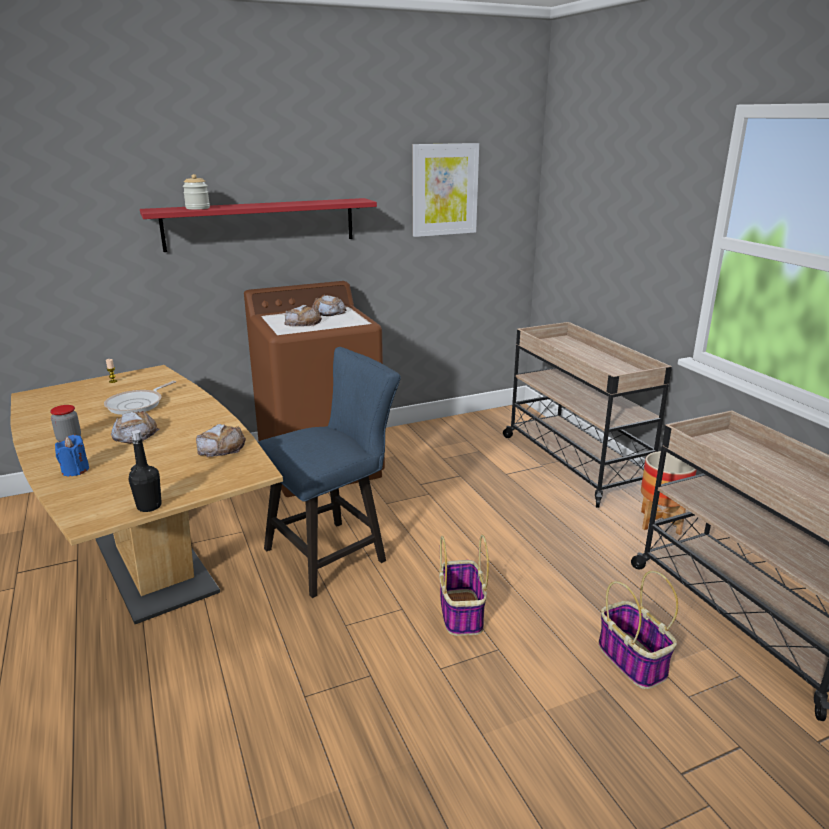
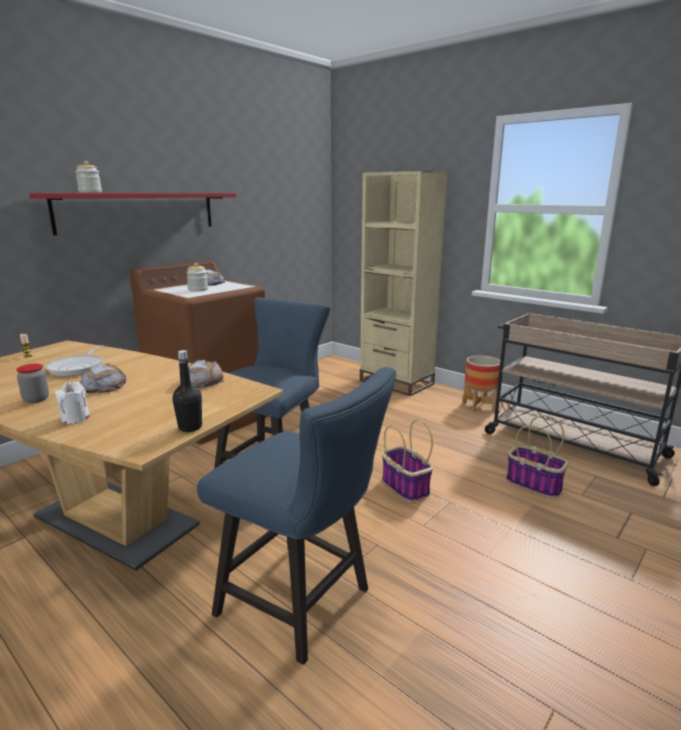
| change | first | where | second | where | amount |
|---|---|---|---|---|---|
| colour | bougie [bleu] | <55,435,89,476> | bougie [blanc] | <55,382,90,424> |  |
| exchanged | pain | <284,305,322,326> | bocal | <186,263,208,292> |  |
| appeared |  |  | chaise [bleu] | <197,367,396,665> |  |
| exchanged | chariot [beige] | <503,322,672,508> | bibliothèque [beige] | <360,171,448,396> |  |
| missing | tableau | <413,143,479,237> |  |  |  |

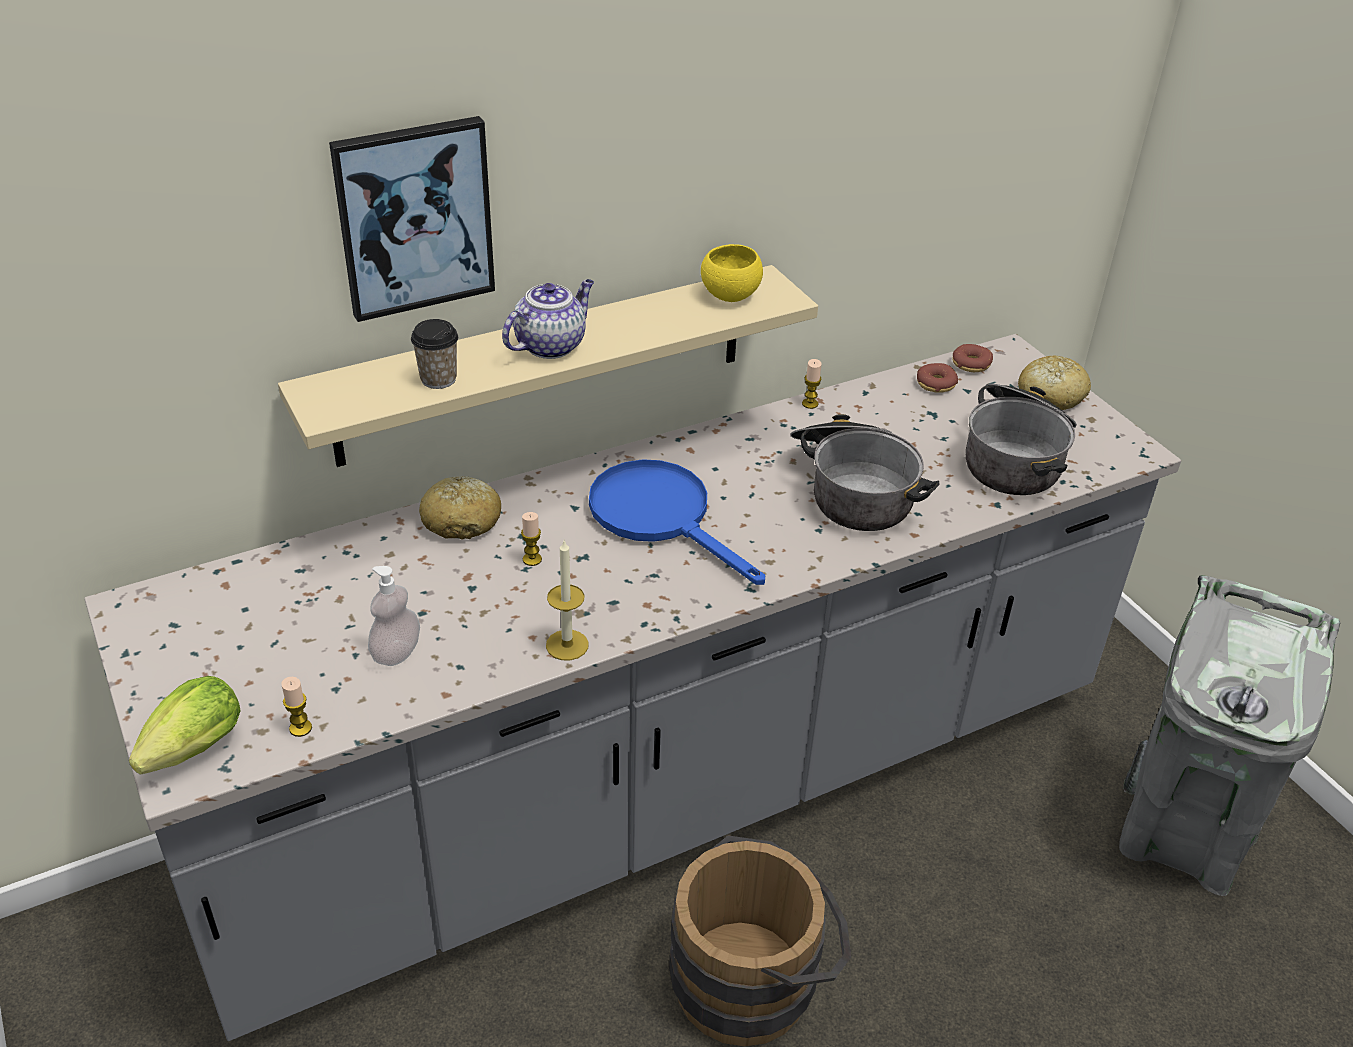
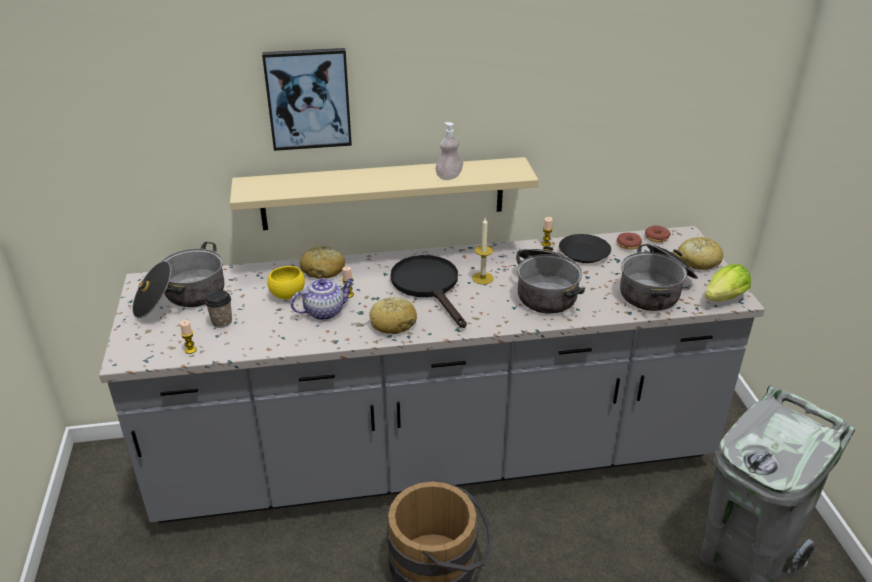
| change | first | where | second | where | amount |
|---|---|---|---|---|---|
| appeared |  |  | marmite | <132,242,224,318> |  |
| relocated | tasse | <411,319,458,389> |  | <205,290,232,328> |  |
| relocated | bol [jaune] | <701,244,763,302> |  | <267,266,305,300> |  |
| relocated | théière | <502,279,594,359> |  | <290,278,354,320> |  |
| appeared |  |  | pain | <369,297,417,334> |  |
| colour | poêle [bleu] | <589,459,765,585> | poêle [noir] | <390,255,467,328> |  |
| relocated | distributeur de savon | <368,566,420,666> |  | <435,122,463,180> |  |
| relocated | bougie | <546,539,589,660> |  | <472,218,494,285> |  |
| appeared |  |  | assiette [noir] | <559,234,611,263> |  |
| relocated | laitue | <129,676,241,775> |  | <705,264,751,301> |  |

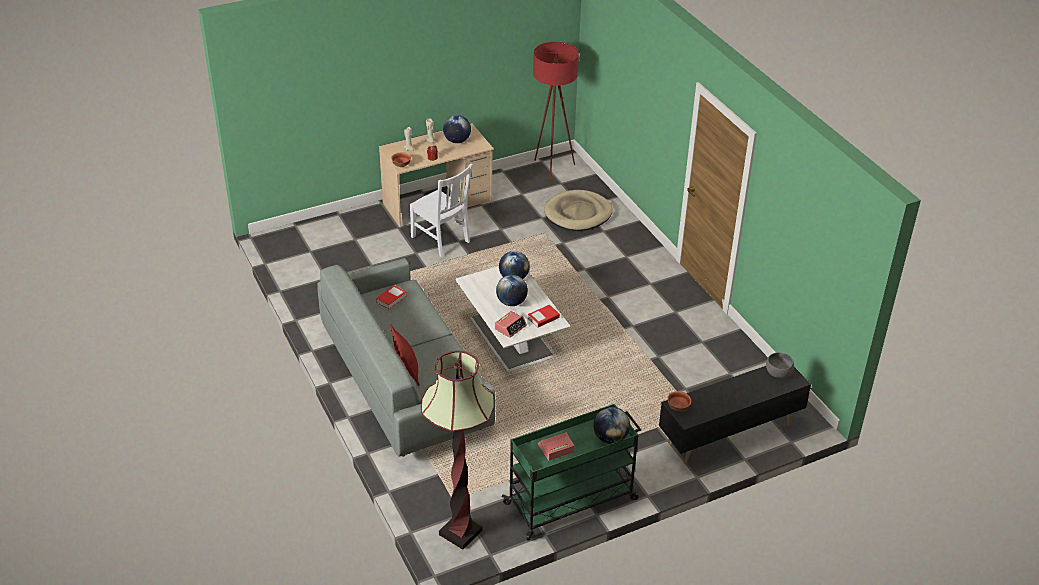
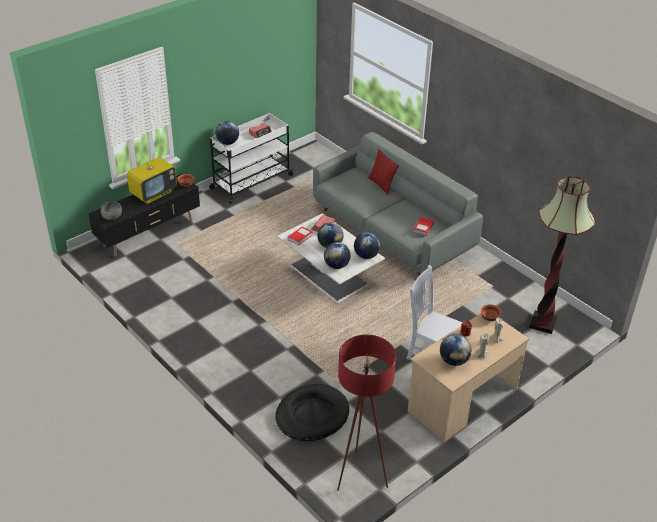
| change | first | where | second | where | amount |
|---|---|---|---|---|---|
| appeared |  |  | téléviseur | <127,149,177,204> |  |
| colour | chariot [vert] | <502,404,641,541> | chariot [blanc] | <209,113,294,204> |  |
| colour | panier pour chien [beige] | <544,190,613,231> | panier pour chien [noir] | <275,384,349,441> |  |
| appeared |  |  | globe | <354,233,380,259> |  |
| relocated | lampadaire | <421,350,494,550> |  | <529,176,595,334> |  |

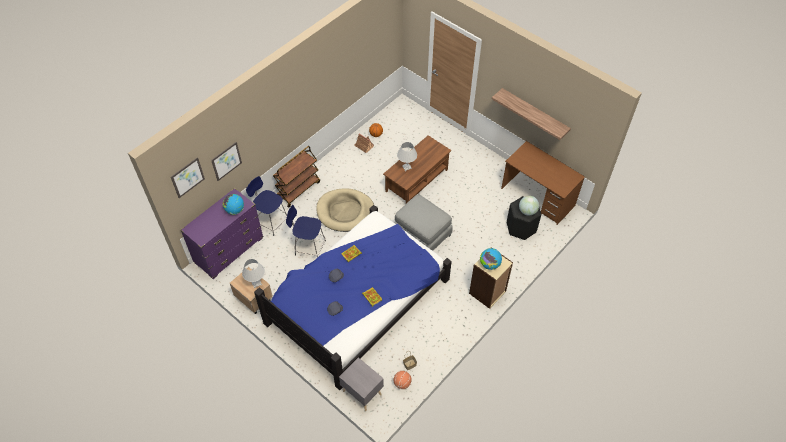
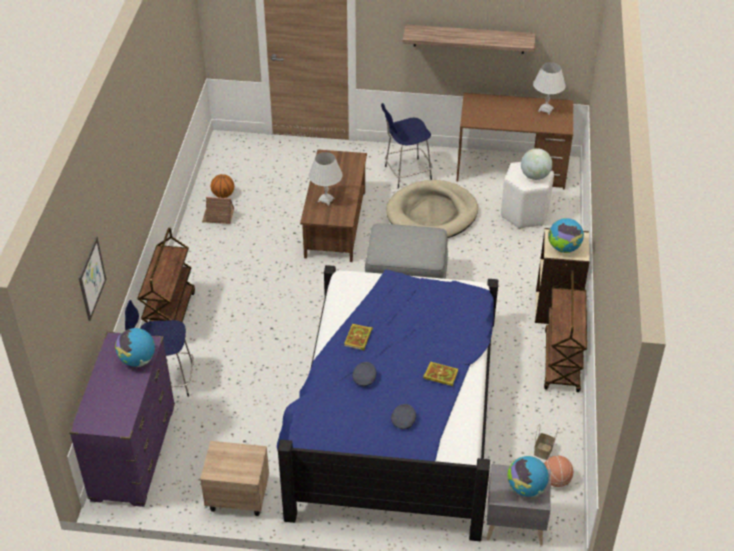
| change | first | where | second | where | amount |
|---|---|---|---|---|---|
| relocated | tabouret [bleu] | <286,205,326,258> |  | <381,103,433,188> |  |
| relocated | panier pour chien [beige] | <316,188,374,232> |  | <386,180,478,238> |  |
| colour | tabouret [noir] | <507,196,541,240> | tabouret [blanc] | <501,162,554,229> |  |
| appeared |  |  | globe | <507,456,549,497> |  |
| relocated | lampe de table [blanc] | <242,259,265,288> |  | <533,62,566,115> |  |
| appeared |  |  | chariot [marron] | <544,270,587,392> |  |
| missing | tableau | <171,157,205,198> |  |  |  |

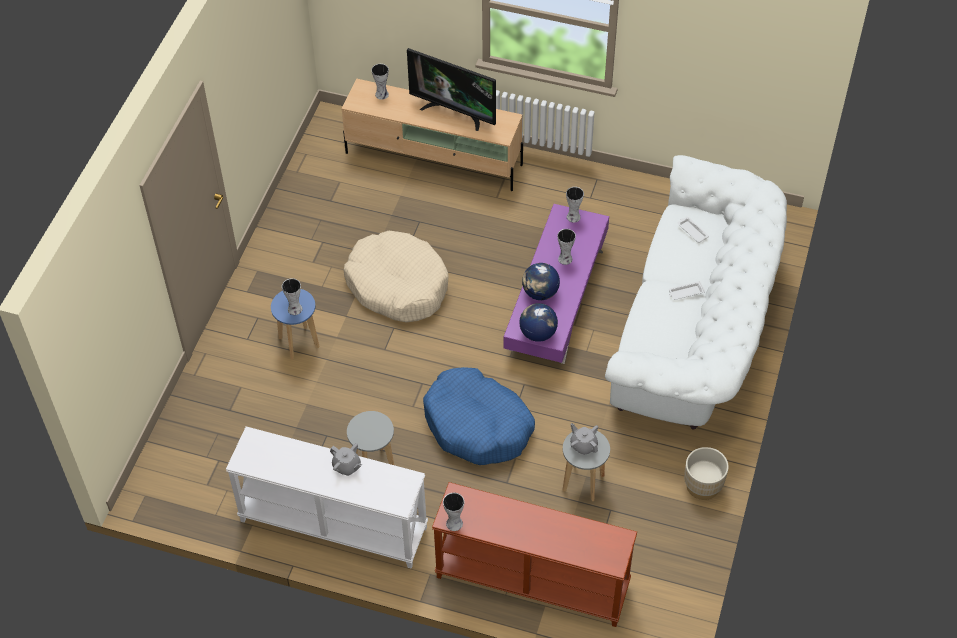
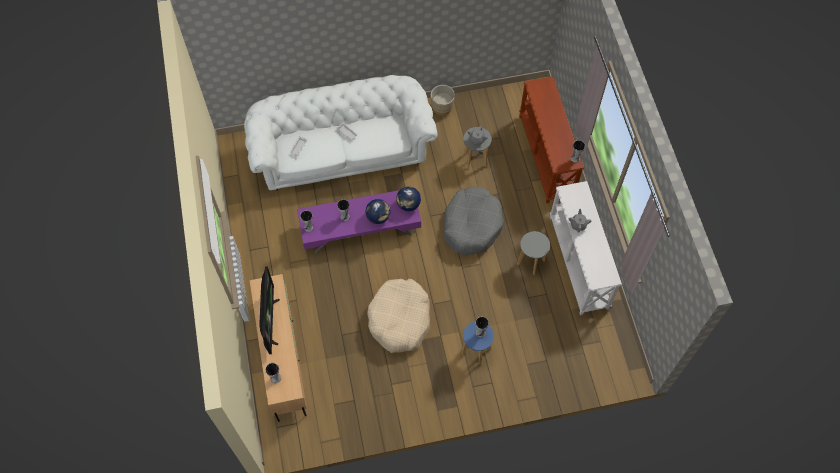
| change | first | where | second | where | amount |
|---|---|---|---|---|---|
| colour | panier pour chien [bleu] | <423,367,535,465> | panier pour chien [gris] | <443,186,504,255> |  |

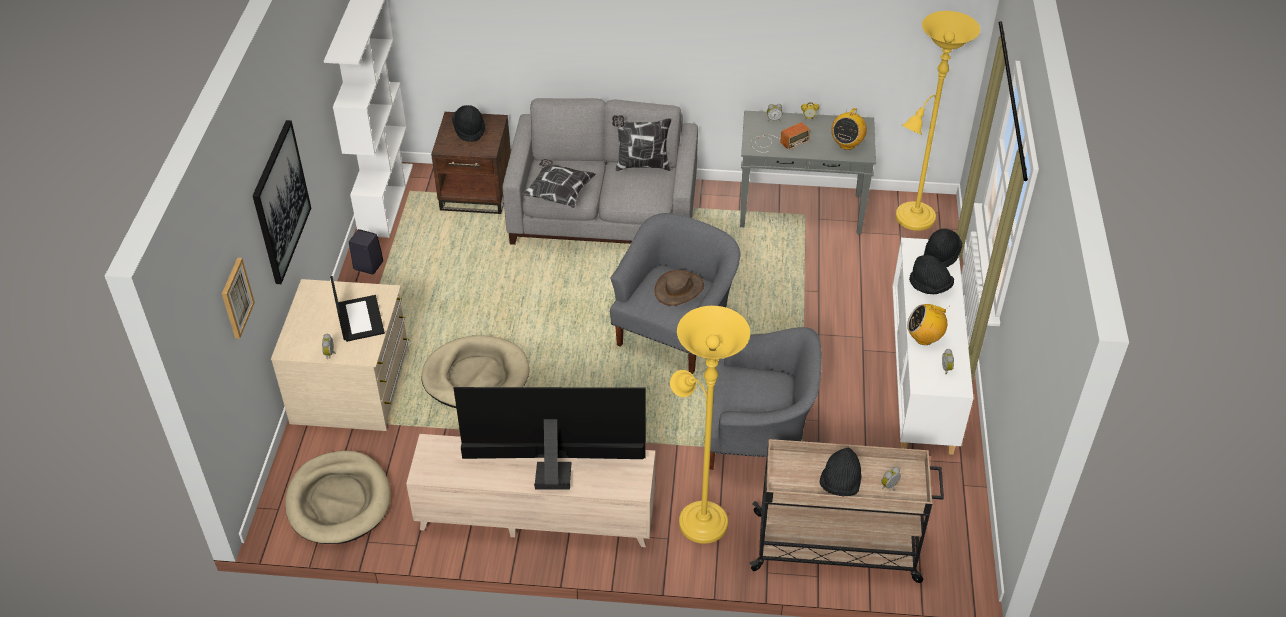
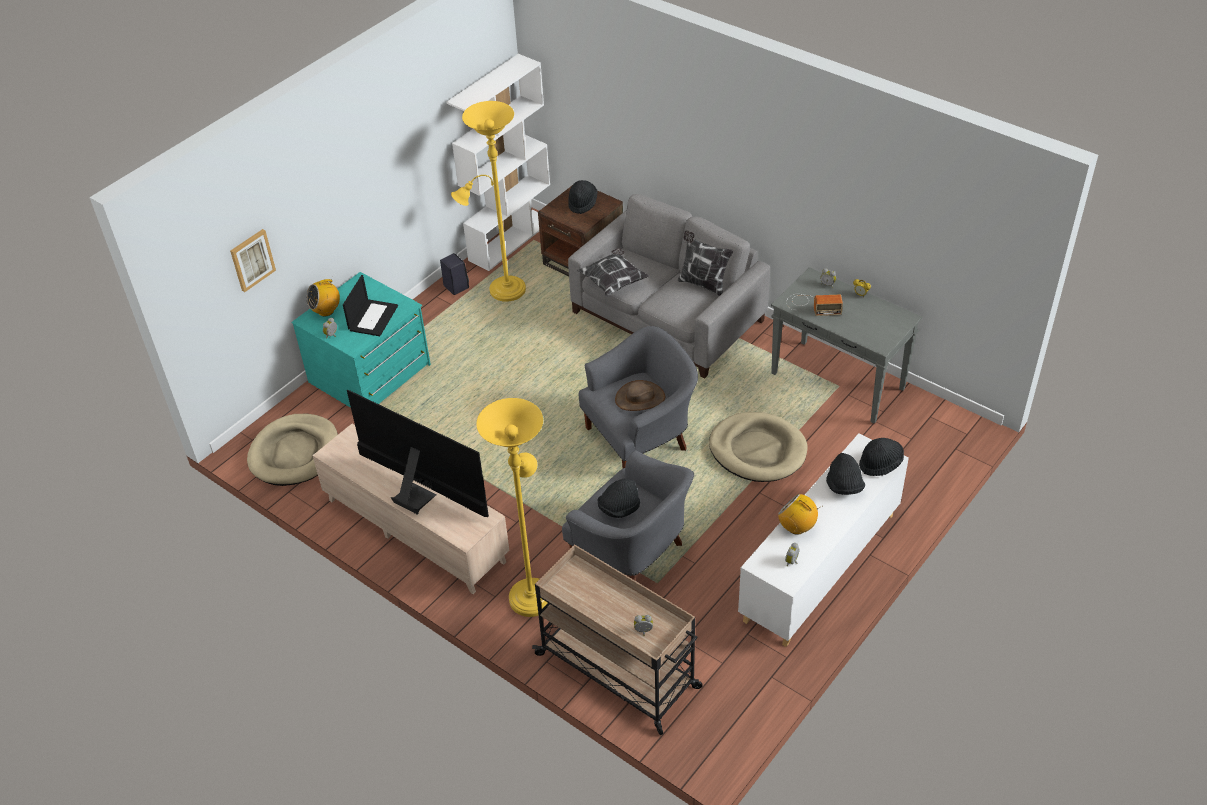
| change | first | where | second | where | amount |
|---|---|---|---|---|---|
| colour | commode [beige] | <271,279,409,431> | commode [turquoise] | <292,272,431,408> |  |
| relocated | radio | <831,108,867,150> |  | <307,277,340,317> |  |
| relocated | lampadaire [jaune] | <896,11,980,231> |  | <451,101,526,302> |  |
| relocated | chapeau [noir] | <820,447,862,497> |  | <598,479,640,518> |  |
| relocated | panier pour chien [beige] | <421,335,529,408> |  | <709,412,808,482> |  |
| missing | tableau | <252,120,311,284> |  |  |  |

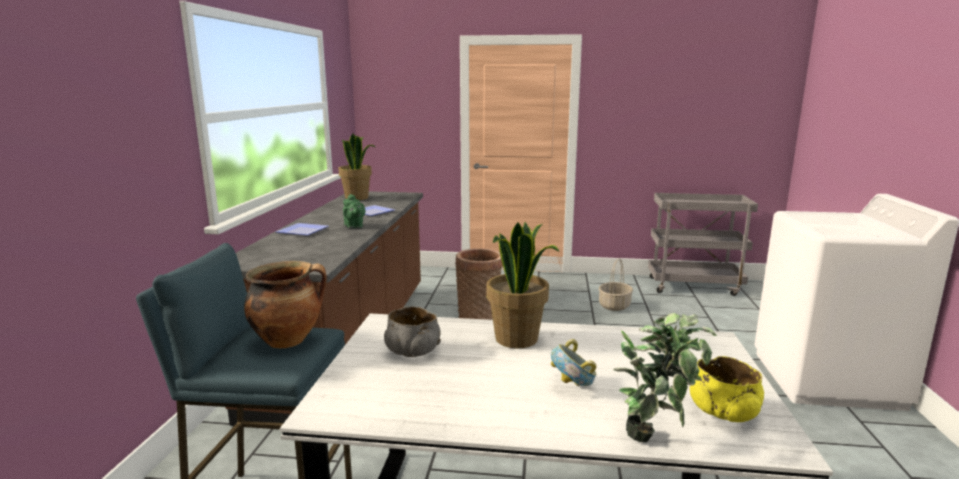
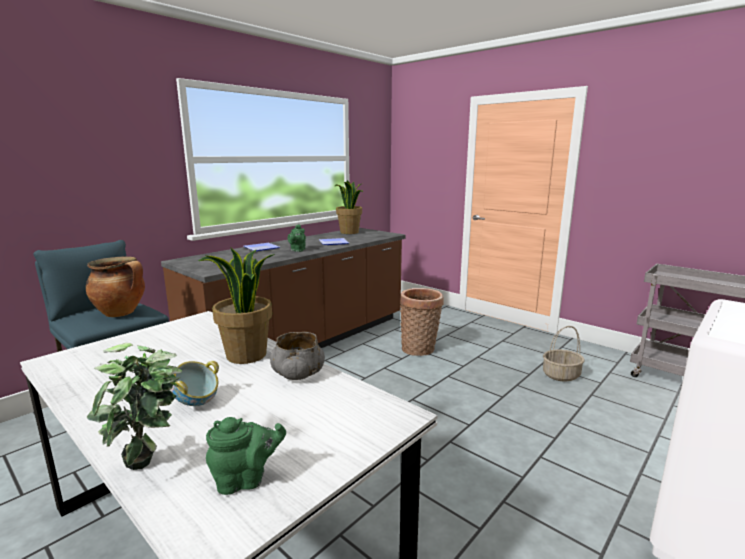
| change | first | where | second | where | amount |
|---|---|---|---|---|---|
| exchanged | bol [jaune] | <689,356,764,422> | théière [vert] | <206,417,286,495> |  |
| relocated | bol [gris] | <384,306,441,357> |  | <270,332,325,380> |  |

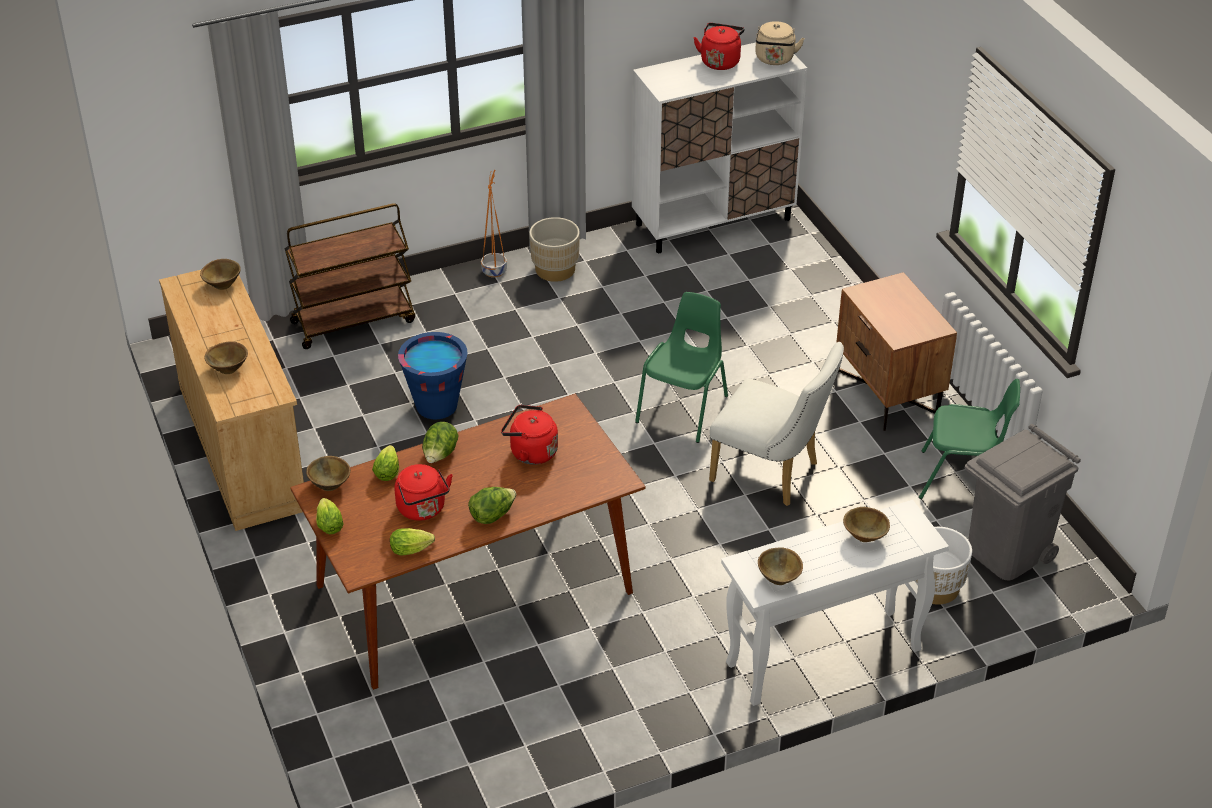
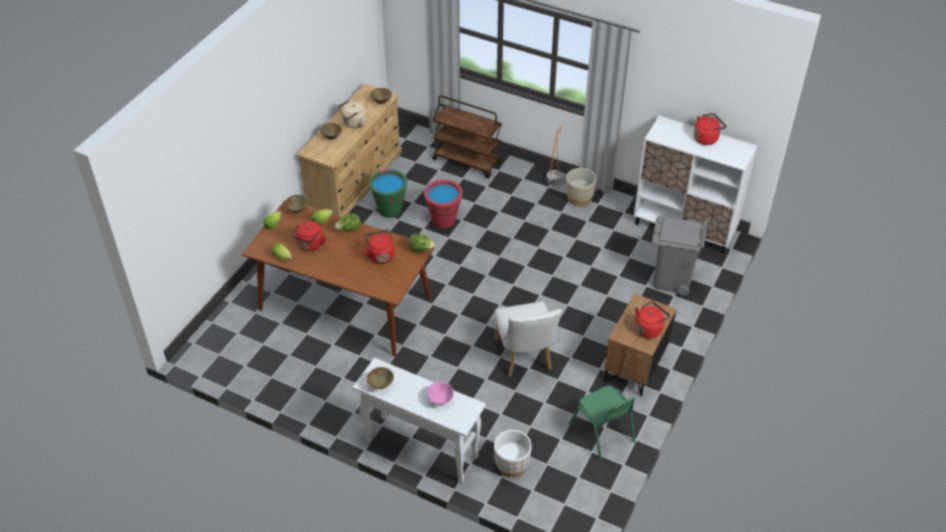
| change | first | where | second | where | amount |
|---|---|---|---|---|---|
| relocated | bouilloire [beige] | <755,21,805,65> |  | <337,100,367,128> |  |
| appeared |  |  | seau [vert] | <369,169,407,218> |  |
| relocated | laitue | <468,487,516,524> |  | <409,234,436,252> |  |
| colour | seau [bleu] | <398,332,468,419> | seau [rouge] | <424,179,463,228> |  |
| colour | bol [marron] | <843,507,890,542> | bol [rose] | <427,382,454,405> |  |
| appeared |  |  | bouilloire [rouge] | <635,301,670,338> |  |
| relocated | poubelle [gris] | <965,424,1081,581> |  | <652,216,707,296> |  |
| missing | chaise [vert] | <635,292,728,443> |  |  |  |

